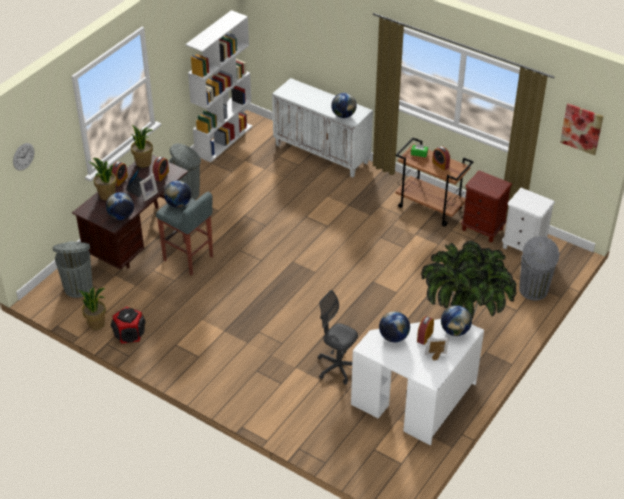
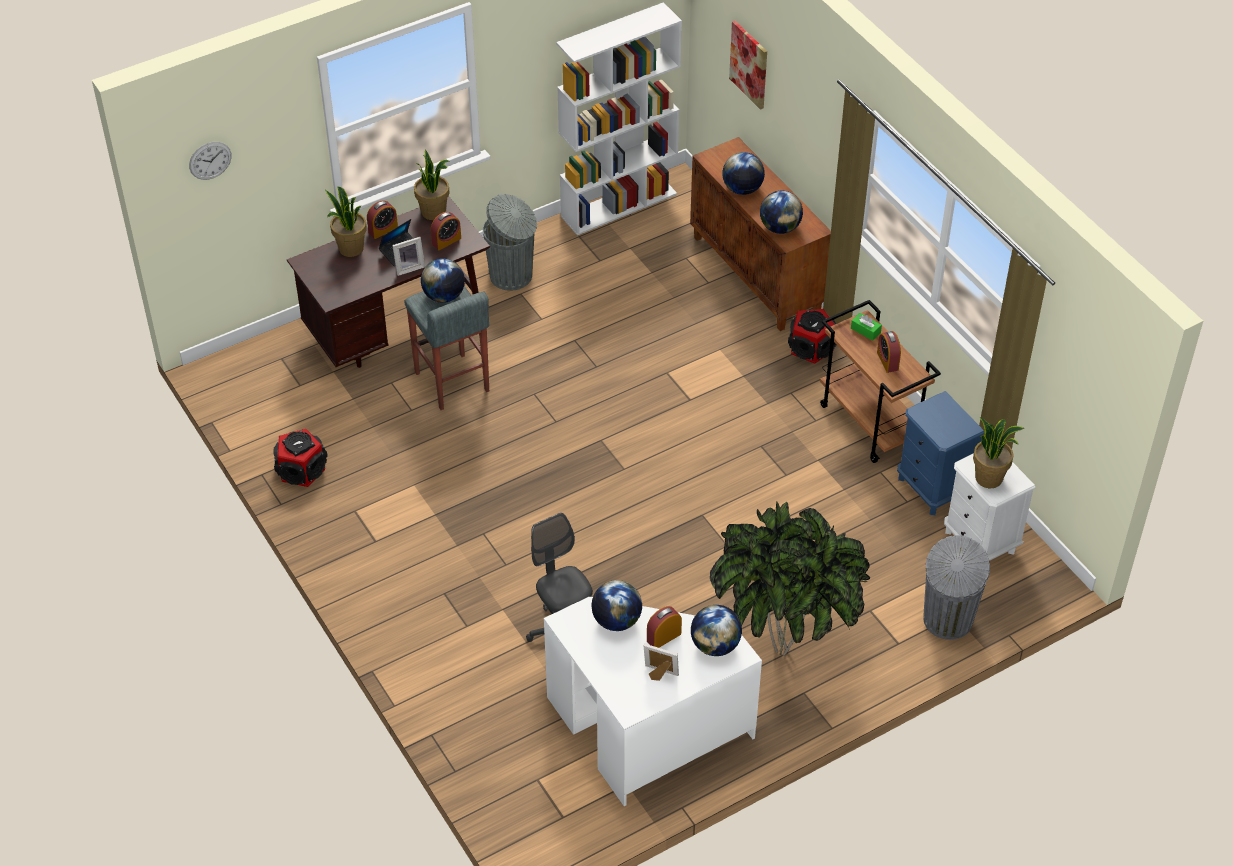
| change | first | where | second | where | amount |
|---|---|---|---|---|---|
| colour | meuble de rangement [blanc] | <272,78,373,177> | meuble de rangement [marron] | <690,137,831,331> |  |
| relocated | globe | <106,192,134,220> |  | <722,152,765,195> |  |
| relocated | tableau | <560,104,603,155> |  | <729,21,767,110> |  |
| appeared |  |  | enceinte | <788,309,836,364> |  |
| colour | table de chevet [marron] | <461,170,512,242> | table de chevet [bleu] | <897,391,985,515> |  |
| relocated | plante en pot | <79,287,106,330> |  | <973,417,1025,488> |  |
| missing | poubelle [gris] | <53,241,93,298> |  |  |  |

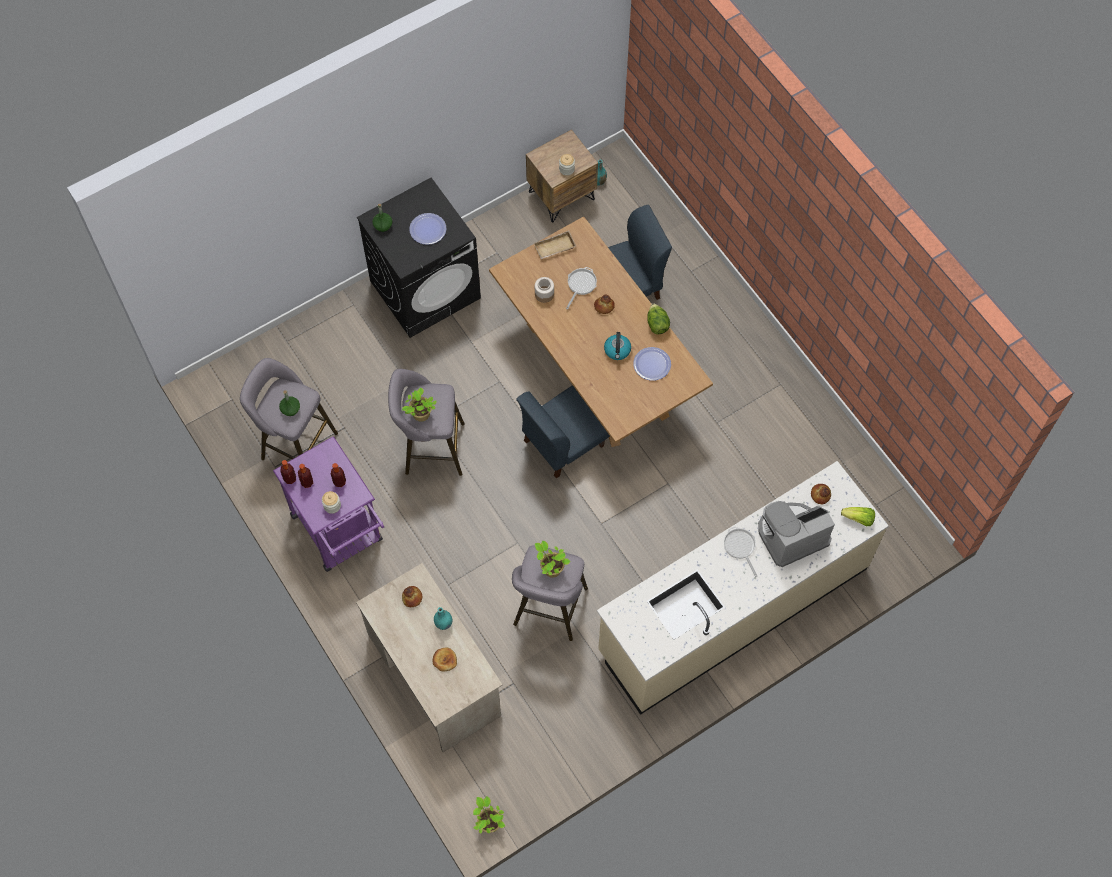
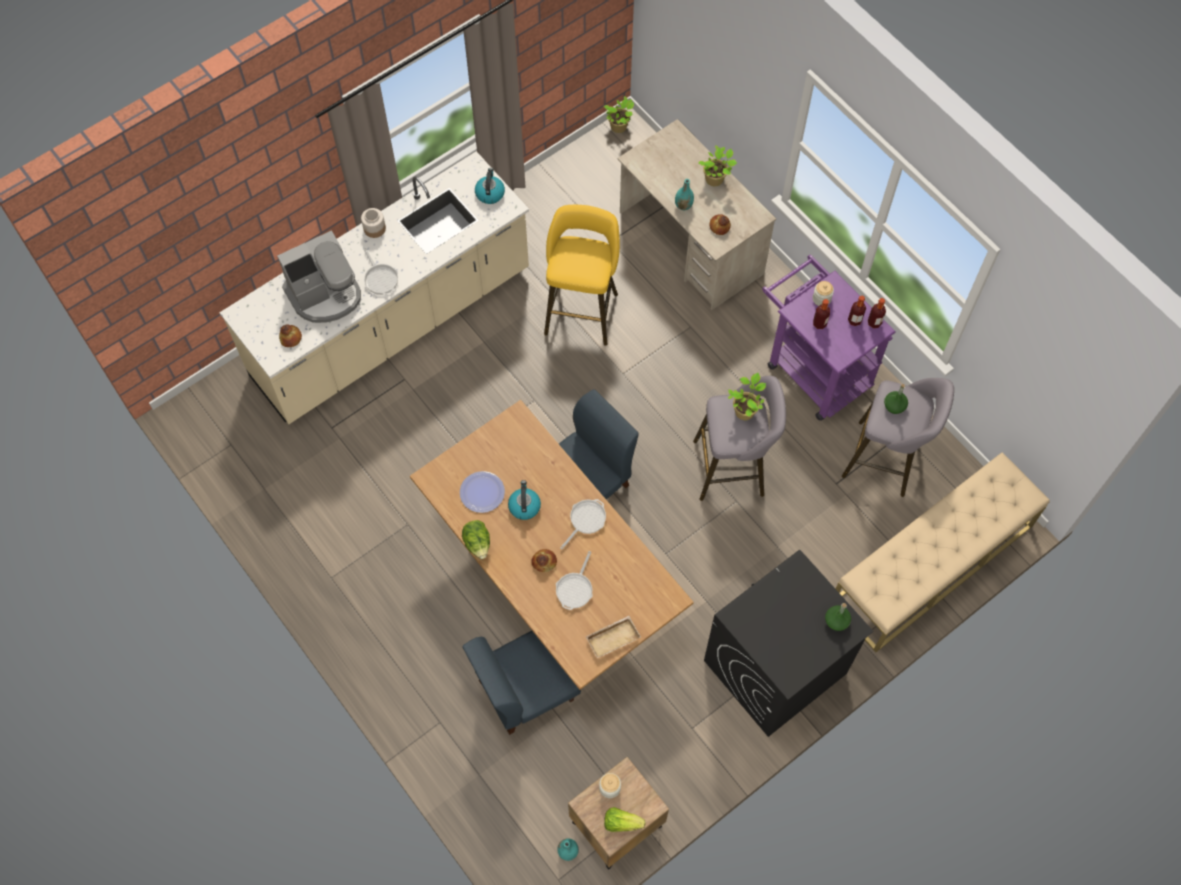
| change | first | where | second | where | amount |
|---|---|---|---|---|---|
| relocated | bocal | <535,277,554,303> |  | <361,208,386,238> |  |
| appeared |  |  | bouilloire | <475,168,505,204> |  |
| colour | tabouret [gris] | <512,545,588,641> | tabouret [jaune] | <544,205,620,345> |  |
| appeared |  |  | poêle | <560,499,606,549> |  |
| relocated | laitue | <841,507,875,526> |  | <604,807,645,832> |  |
| relocated | plante en pot | <535,540,571,578> |  | <698,145,737,186> |  |
| appeared |  |  | banc [beige] | <836,452,1050,652> |  |
| missing | assiette | <409,213,446,245> |  |  |  |
| missing | pain | <432,647,457,671> |  |  |  |

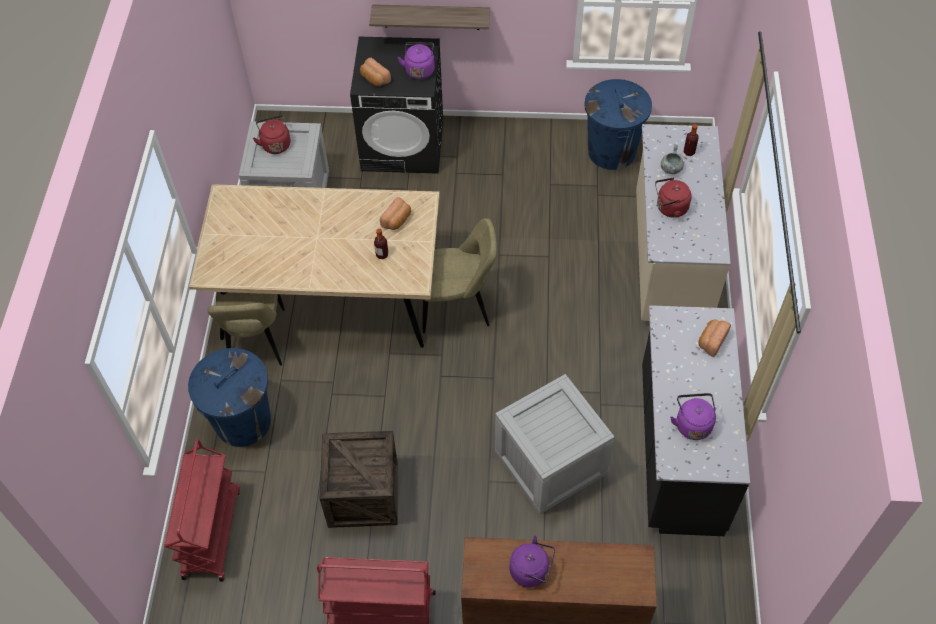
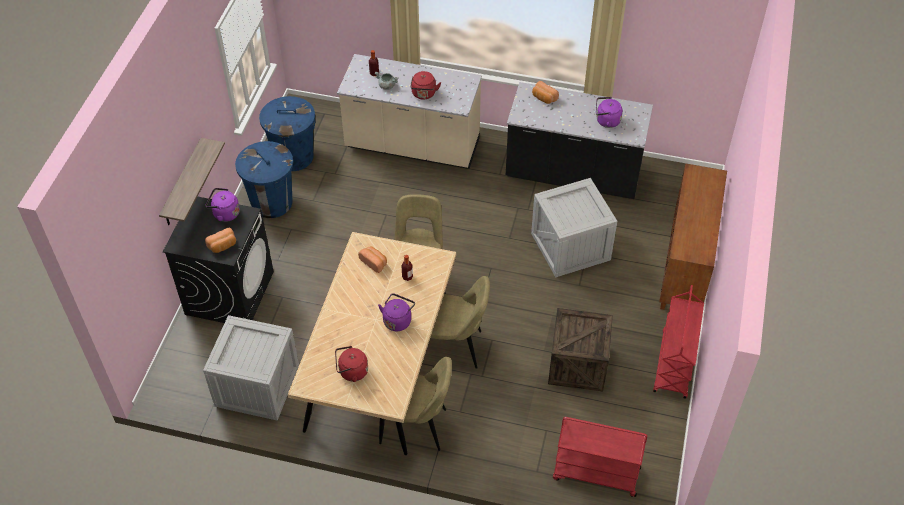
| change | first | where | second | where | amount |
|---|---|---|---|---|---|
| relocated | poubelle [bleu] | <188,348,271,447> |  | <235,141,293,218> |  |
| relocated | bouilloire [rouge] | <253,115,290,154> |  | <335,346,368,382> |  |
| relocated | bouilloire [violet] | <509,536,555,588> |  | <378,293,415,331> |  |
| appeared |  |  | chaise [beige] | <430,276,490,369> |  |

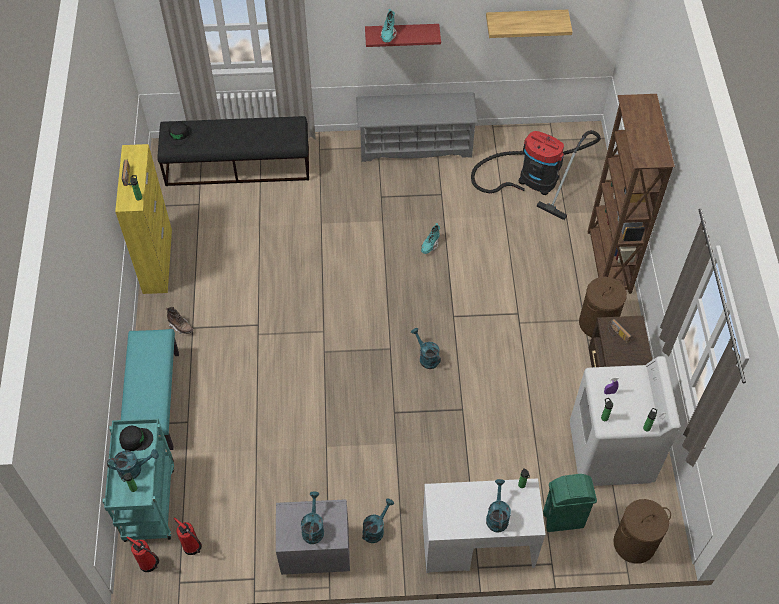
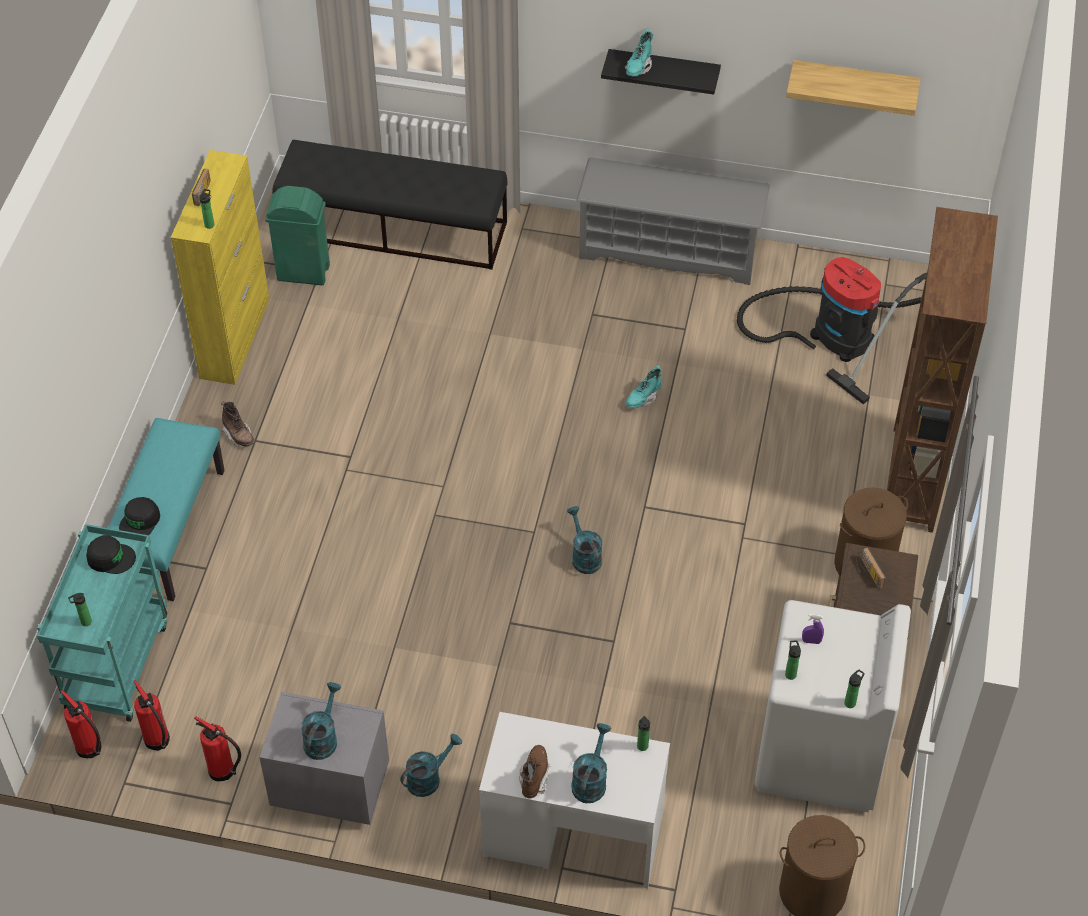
| change | first | where | second | where | amount |
|---|---|---|---|---|---|
| relocated | casquette [noir] | <167,122,189,146> |  | <119,497,160,535> |  |
| appeared |  |  | extincteur | <194,716,241,781> |  |
| relocated | poubelle [vert] | <543,474,597,532> |  | <265,186,330,285> |  |
| appeared |  |  | botte [marron] | <519,745,550,798> |  |
| colour | étagère [rouge] | <365,24,441,47> | étagère [noir] | <601,49,721,95> |  |
| missing | arrosoir [turquoise] | <107,449,159,480> |  |  |  |

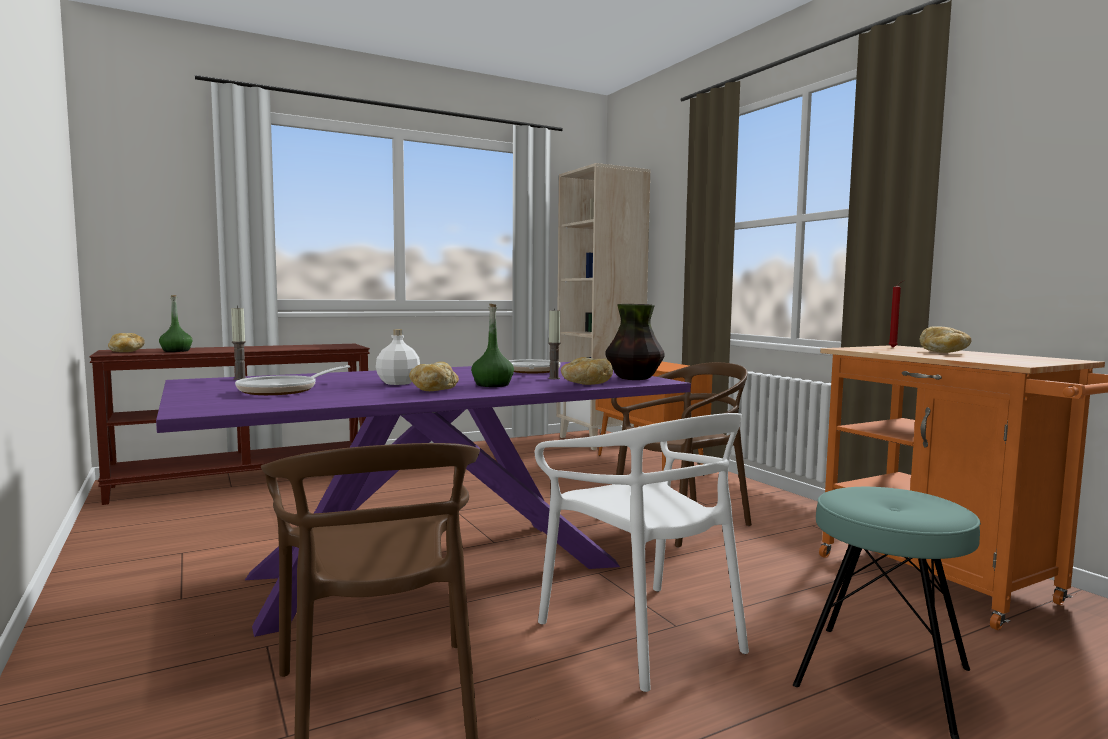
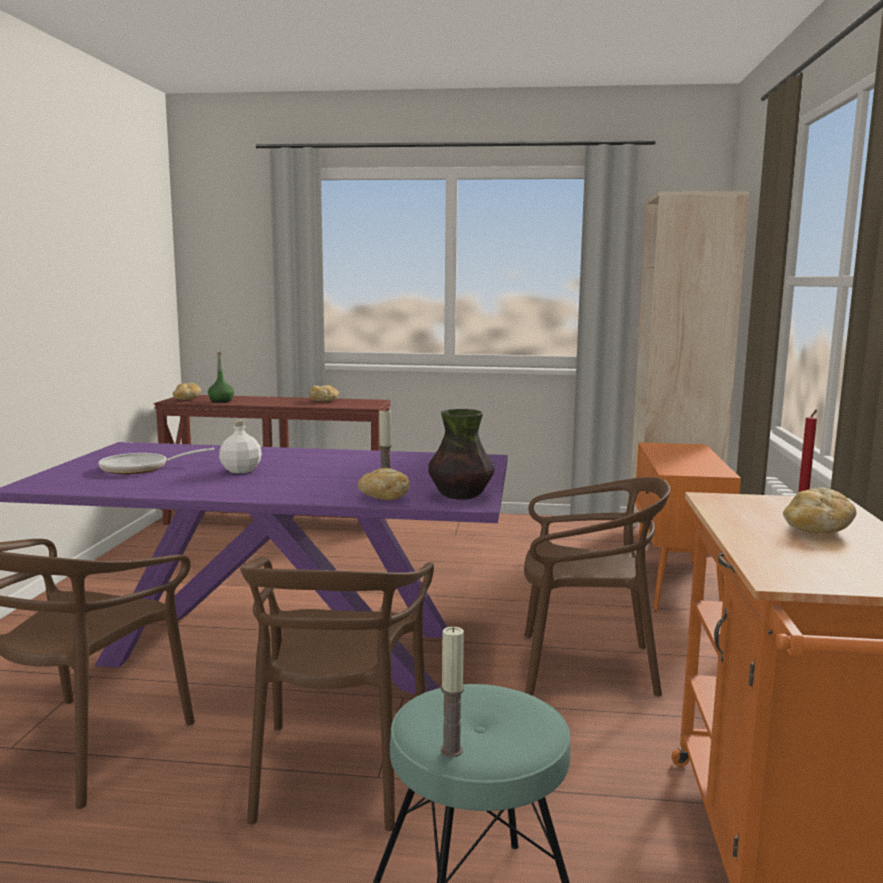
| change | first | where | second | where | amount |
|---|---|---|---|---|---|
| colour | chaise [blanc] | <535,413,749,692> | chaise [marron] | <240,557,434,831> |  |
| relocated | pain | <409,362,459,391> |  | <310,385,339,401> |  |
| relocated | bougie | <231,306,246,380> |  | <441,627,464,757> |  |
| missing | bouteille [vert] | <471,304,514,387> |  |  |  |
| missing | poêle | <509,359,561,373> |  |  |  |

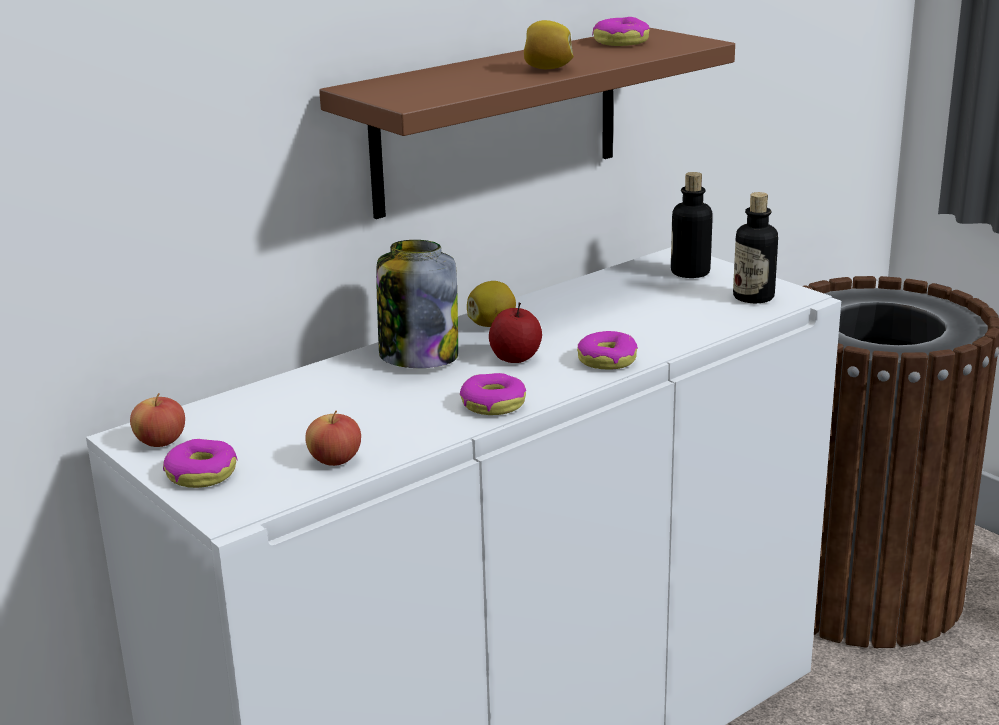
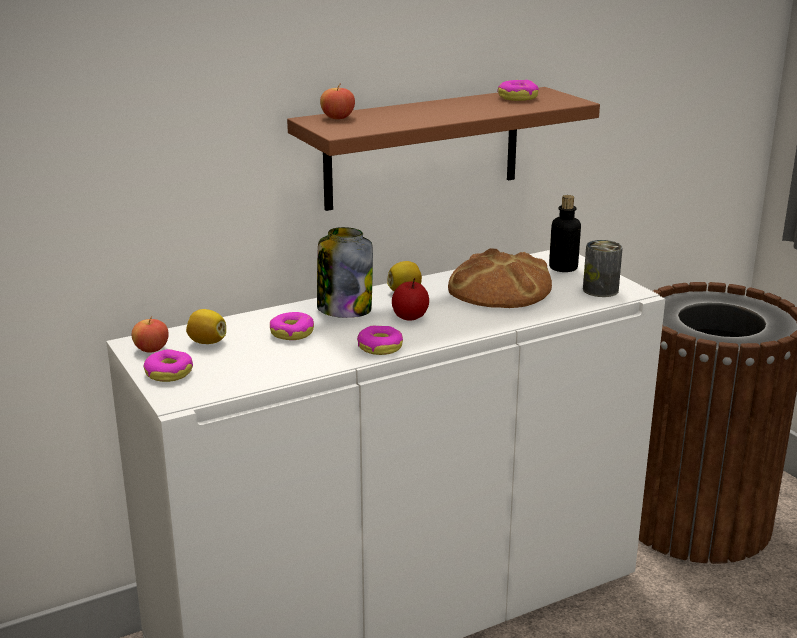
| change | first | where | second | where | amount |
|---|---|---|---|---|---|
| relocated | citron | <524,20,574,69> |  | <186,309,226,344> |  |
| relocated | beignet | <577,331,638,370> |  | <270,312,314,340> |  |
| relocated | pomme | <305,411,361,466> |  | <320,83,355,119> |  |
| appeared |  |  | pain | <448,248,552,308> |  |
| exchanged | bouteille | <733,192,778,303> | boîte métallique | <583,240,623,297> |  |

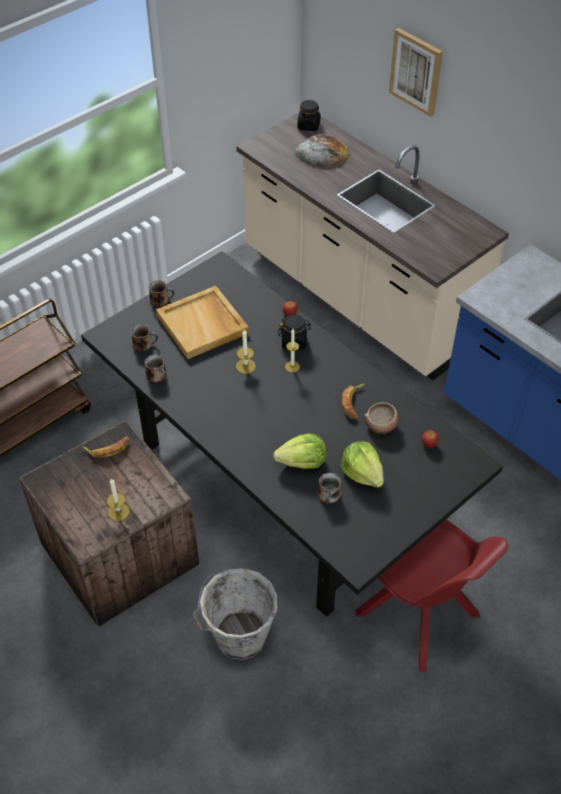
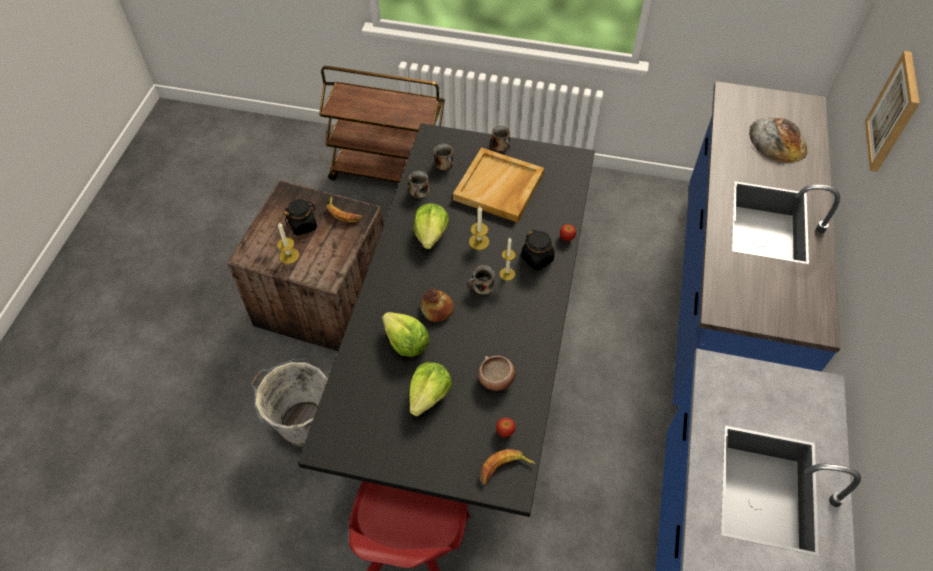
| change | first | where | second | where | amount |
|---|---|---|---|---|---|
| relocated | bocal [noir] | <298,100,321,131> |  | <284,199,317,236> |  |
| appeared |  |  | laitue | <414,203,449,249> |  |
| appeared |  |  | pain | <421,289,454,322> |  |
| relocated | mug | <318,473,341,504> |  | <467,265,495,295> |  |
| relocated | banane | <342,384,365,419> |  | <480,449,535,485> |  |
| colour | comptoir de cuisine [beige] | <236,113,509,380> | comptoir de cuisine [bleu] | <672,81,841,406> |  |

